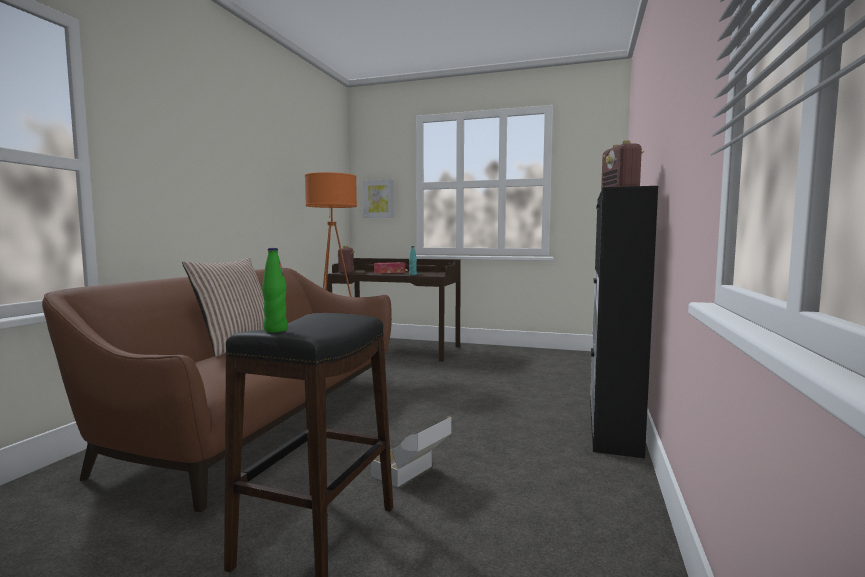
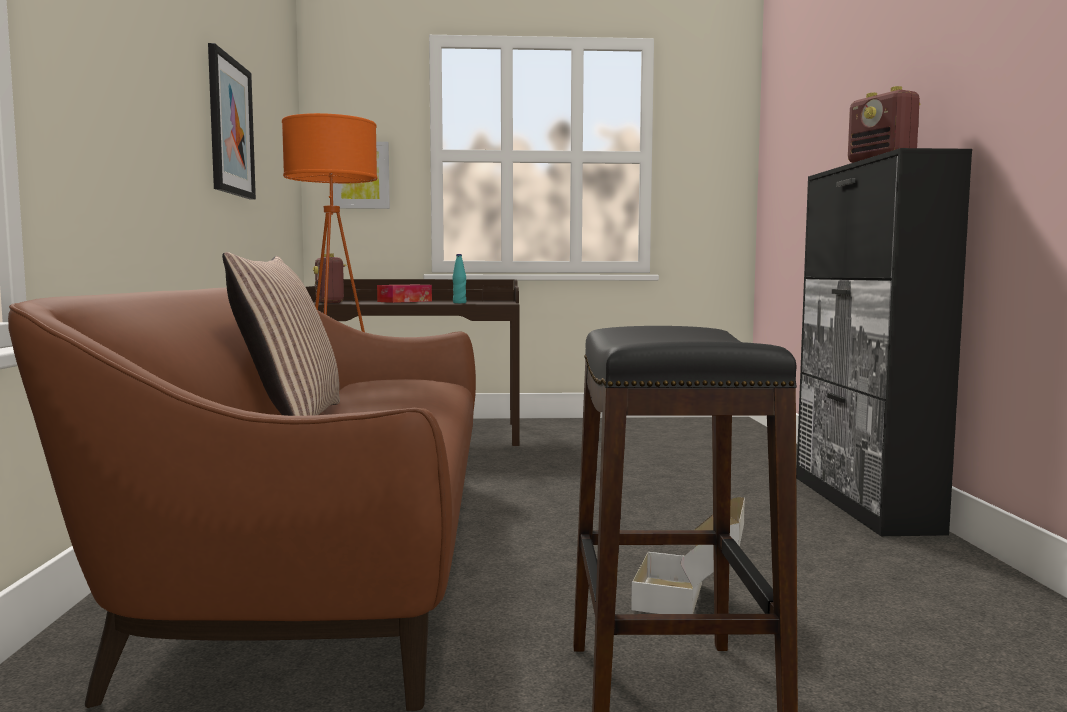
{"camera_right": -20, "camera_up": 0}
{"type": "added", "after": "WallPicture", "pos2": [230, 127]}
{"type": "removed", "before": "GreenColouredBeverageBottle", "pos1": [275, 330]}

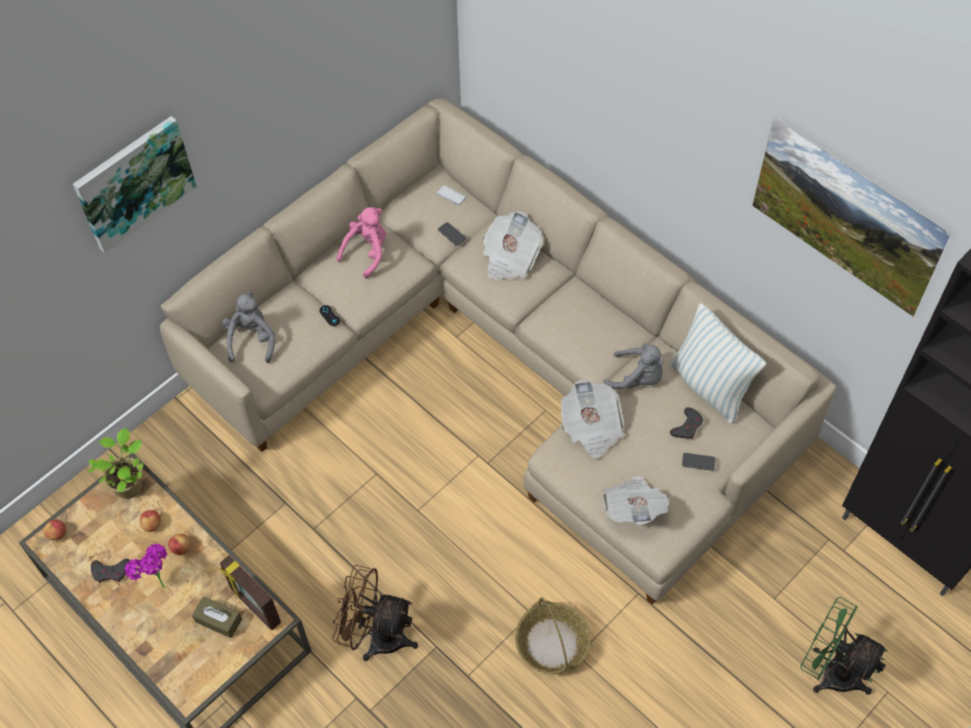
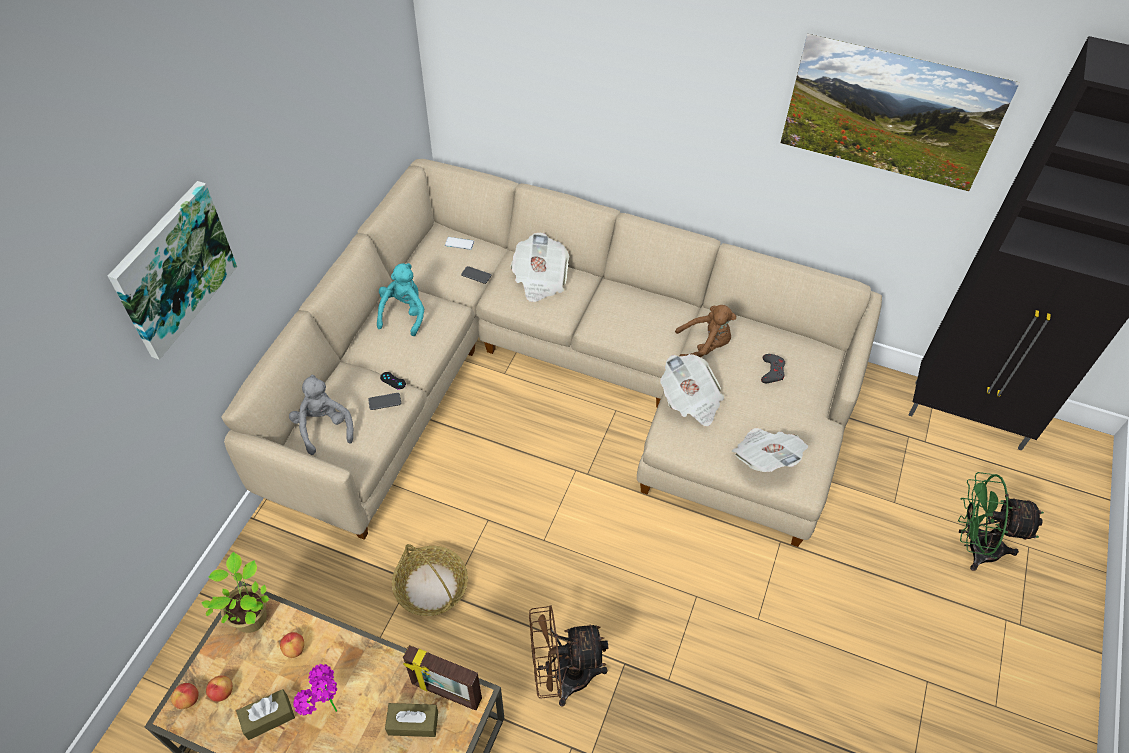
{"camera_right": -25, "camera_up": -5}
{"type": "moved", "before": "AppleFruit", "pos1": [181, 548], "pos2": [222, 692]}
{"type": "replaced", "before": "GreyishGamepad", "after": "BrownishTissueHolder", "pos1": [111, 572], "pos2": [268, 717]}
{"type": "moved", "before": "Telephone", "pos1": [698, 462], "pos2": [385, 402]}
{"type": "recoloured", "before": "PinkSoftToy", "after": "TurquoiseColouredSoftToy", "pos1": [367, 252], "pos2": [404, 313]}
{"type": "moved", "before": "StorageBasket", "pos1": [552, 643], "pos2": [432, 586]}
{"type": "recoloured", "before": "GreyishSoftToy", "after": "BrownishSoftToy", "pos1": [637, 378], "pos2": [704, 346]}
{"type": "removed", "before": "ThrowPillow", "pos1": [709, 386]}

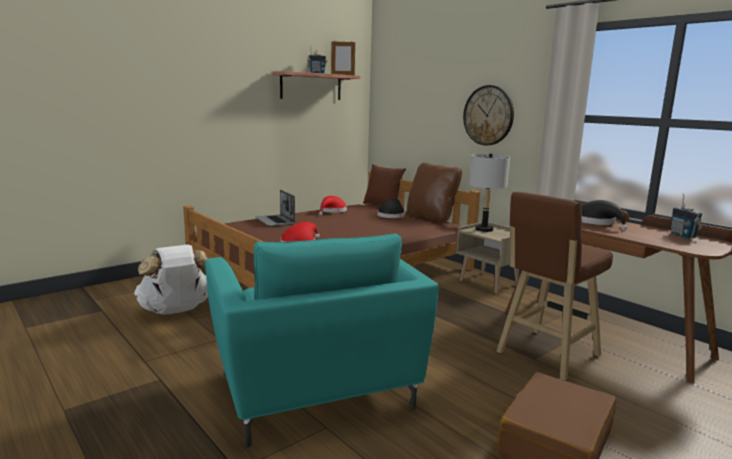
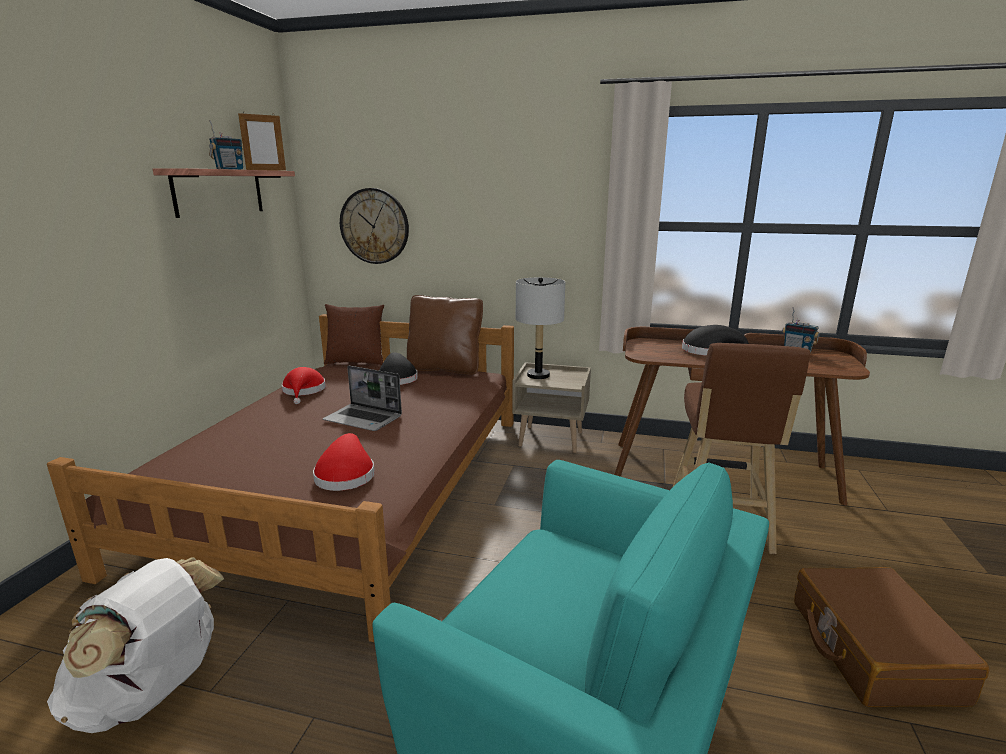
{"camera_right": -35, "camera_up": 5}
{"type": "moved", "before": "PortableComputer", "pos1": [275, 221], "pos2": [364, 419]}
{"type": "moved", "before": "ClockOnTheWall", "pos1": [488, 115], "pos2": [374, 226]}

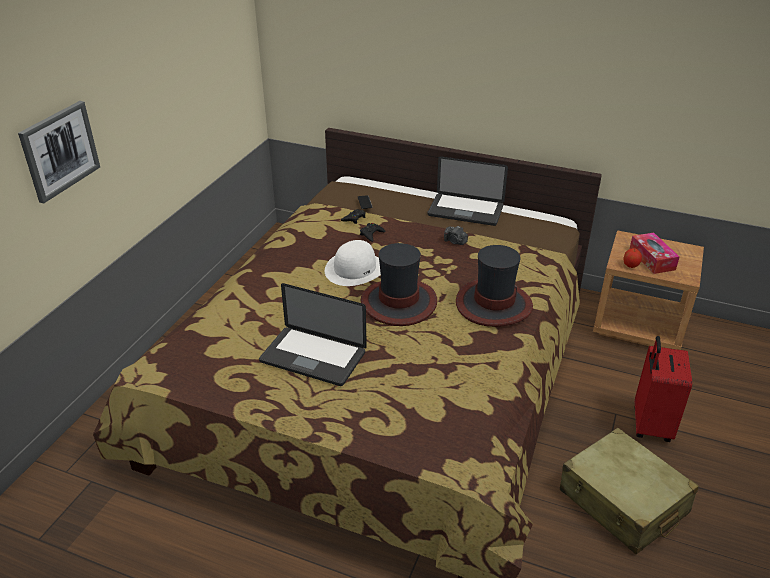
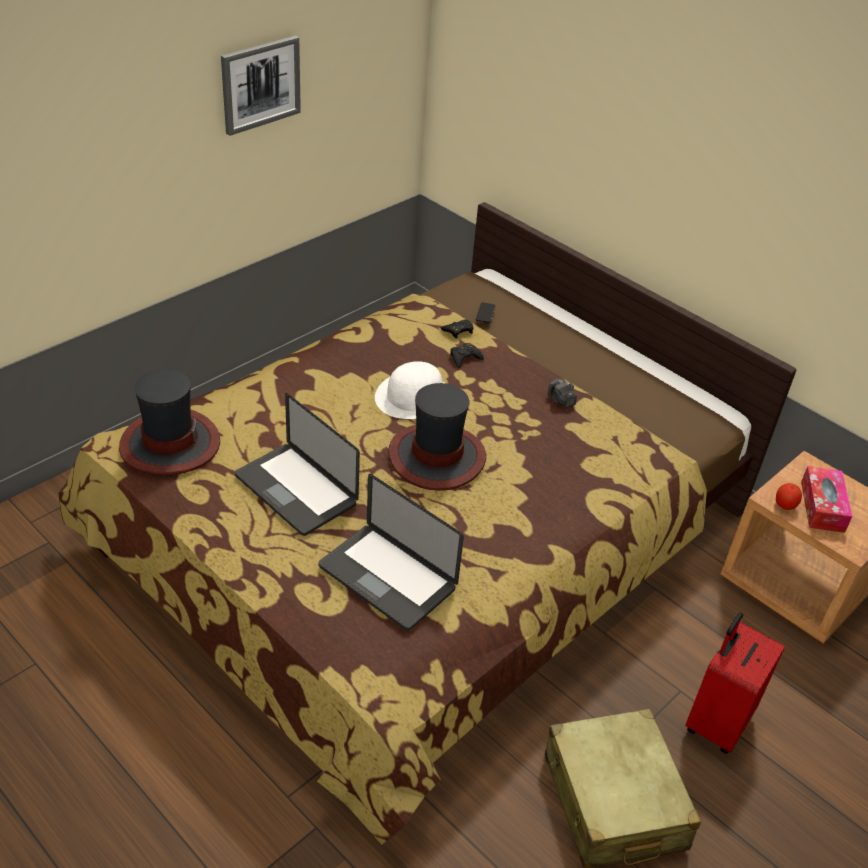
{"camera_right": 20, "camera_up": 5}
{"type": "moved", "before": "ClothingHat", "pos1": [493, 304], "pos2": [169, 444]}
{"type": "moved", "before": "WallPicture", "pos1": [59, 150], "pos2": [260, 84]}
{"type": "moved", "before": "PortableComputer", "pos1": [465, 211], "pos2": [387, 578]}

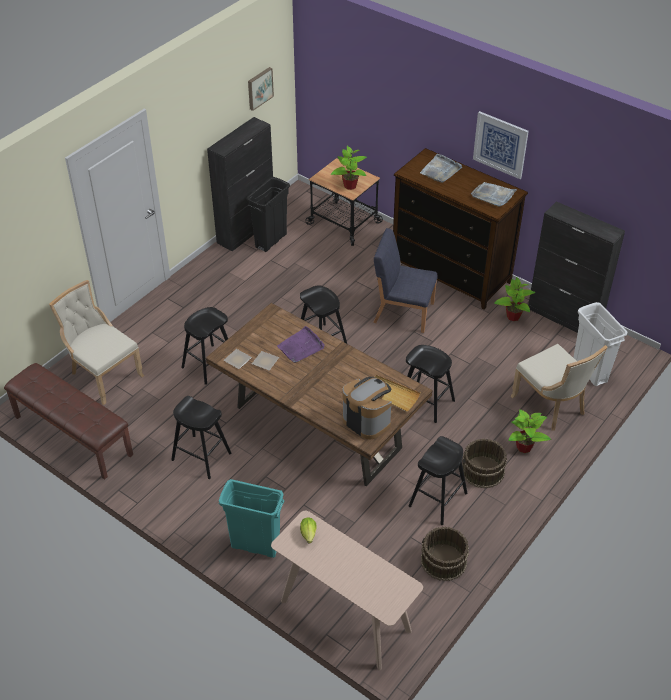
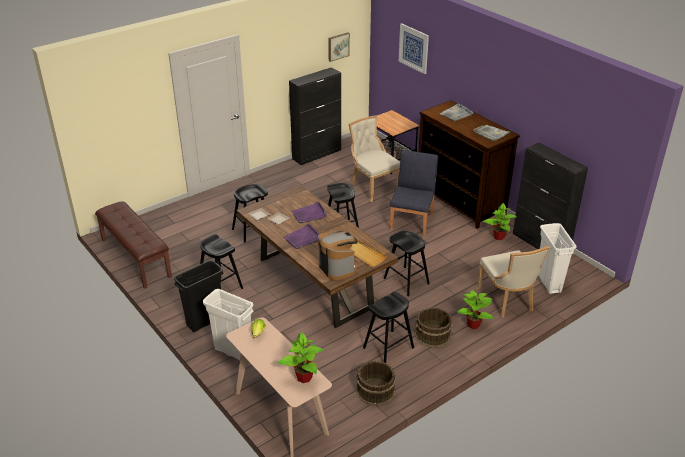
{"camera_right": 15, "camera_up": -10}
{"type": "moved", "before": "BlackColouredWasteBin", "pos1": [271, 240], "pos2": [205, 321]}
{"type": "recoloured", "before": "TurquoiseColouredWasteBin", "after": "WhiteWasteBin", "pos1": [255, 545], "pos2": [233, 351]}
{"type": "moved", "before": "PlantInAPot", "pos1": [350, 185], "pos2": [304, 377]}
{"type": "added", "after": "PurpleServingTray", "pos2": [303, 238]}
{"type": "moved", "before": "BeigeColouredChair", "pos1": [103, 375], "pos2": [373, 186]}
{"type": "turned", "before": "BlueChair", "pos1": [403, 312], "pos2": [412, 221], "turn": 75}
{"type": "moved", "before": "WallPicture", "pos1": [500, 144], "pos2": [413, 48]}

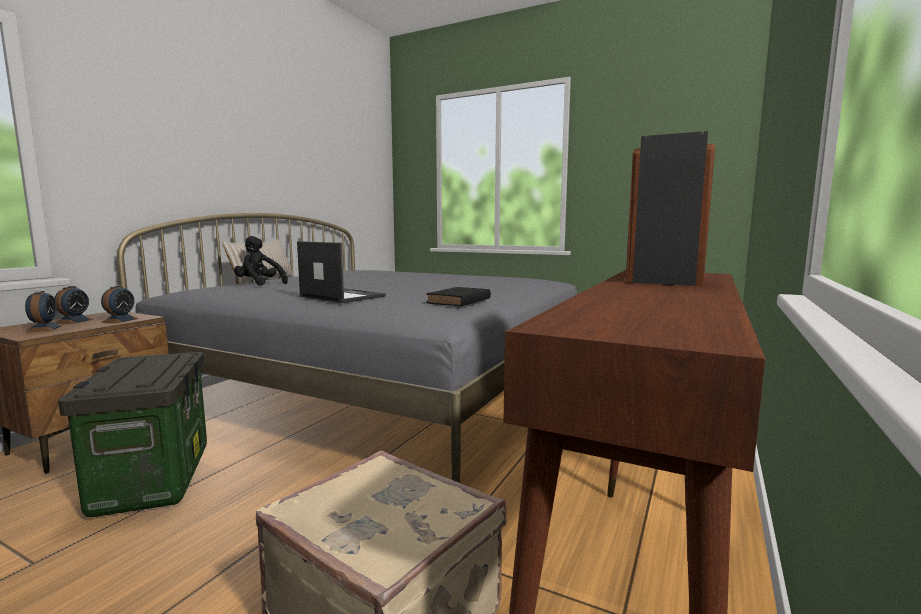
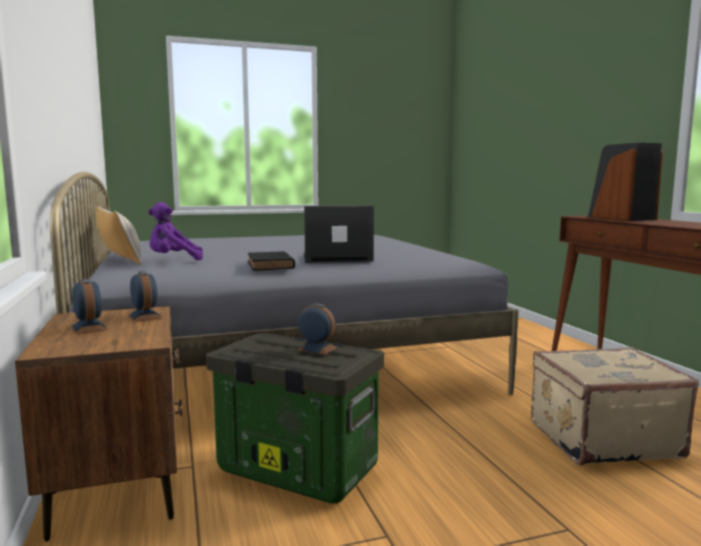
{"camera_right": -45, "camera_up": 0}
{"type": "recoloured", "before": "BlackColouredSoftToy", "after": "PurpleSoftToy", "pos1": [259, 284], "pos2": [174, 260]}
{"type": "moved", "before": "BlackColouredBook", "pos1": [458, 301], "pos2": [270, 265]}
{"type": "moved", "before": "TableClock", "pos1": [44, 329], "pos2": [317, 349]}

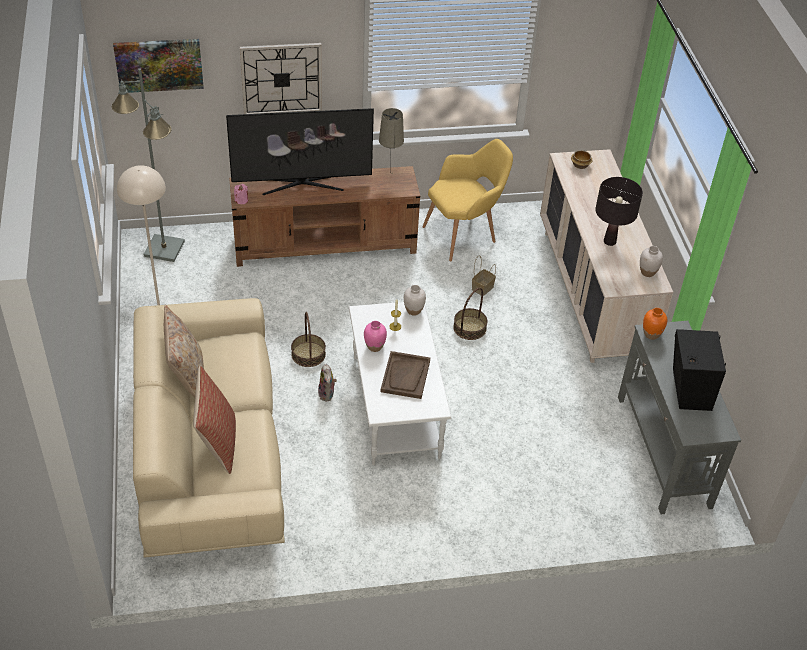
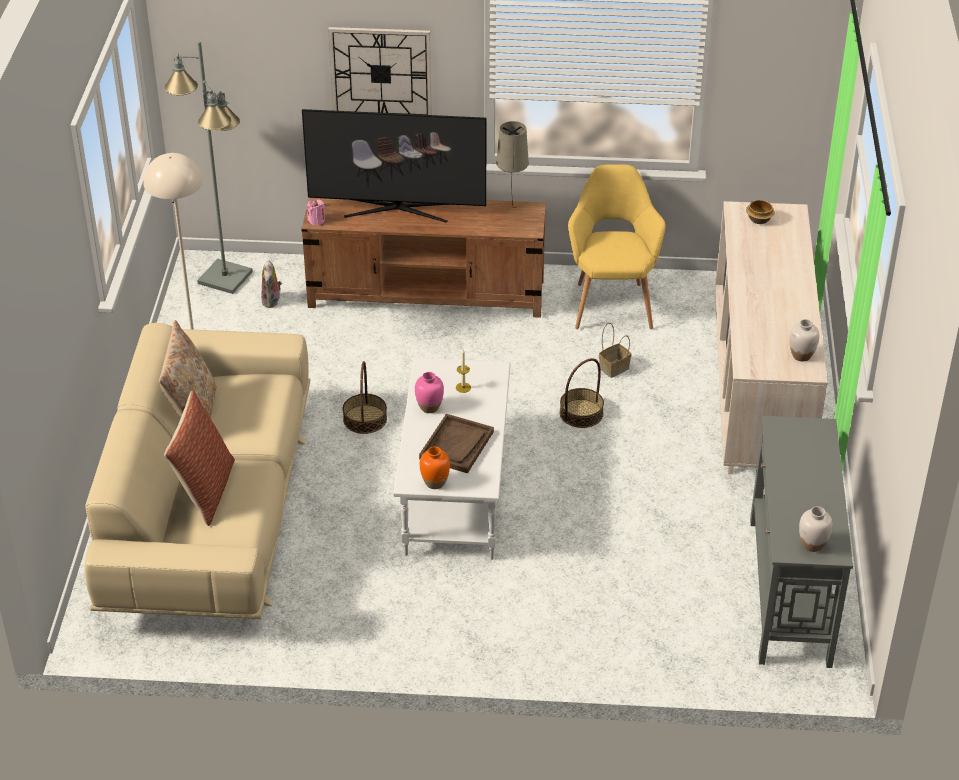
{"camera_right": 15, "camera_up": -5}
{"type": "moved", "before": "SoftToy", "pos1": [327, 394], "pos2": [272, 301]}
{"type": "moved", "before": "OrangeColouredFlowerVase", "pos1": [651, 334], "pos2": [435, 482]}
{"type": "turned", "before": "YellowishLoungeChair", "pos1": [464, 235], "pos2": [611, 302], "turn": -75}
{"type": "moved", "before": "WhiteFlowerVase", "pos1": [413, 310], "pos2": [812, 545]}
{"type": "removed", "before": "WallPicture", "pos1": [159, 64]}
{"type": "removed", "before": "BlackColouredTableLamp", "pos1": [609, 241]}
{"type": "removed", "before": "BlackColouredAudioSpeaker", "pos1": [689, 390]}

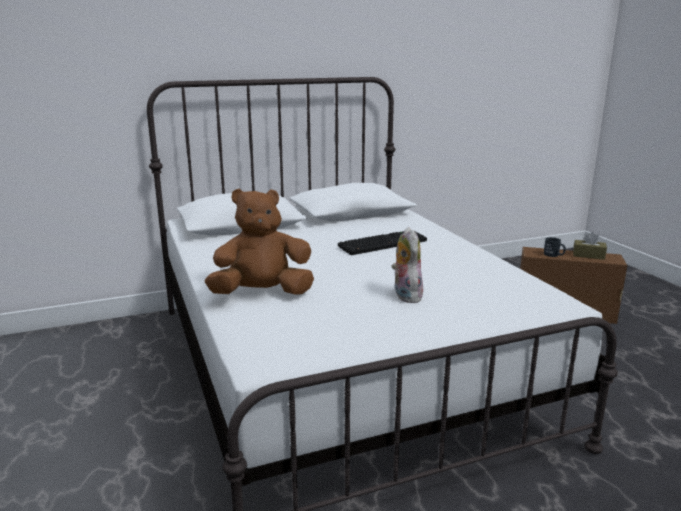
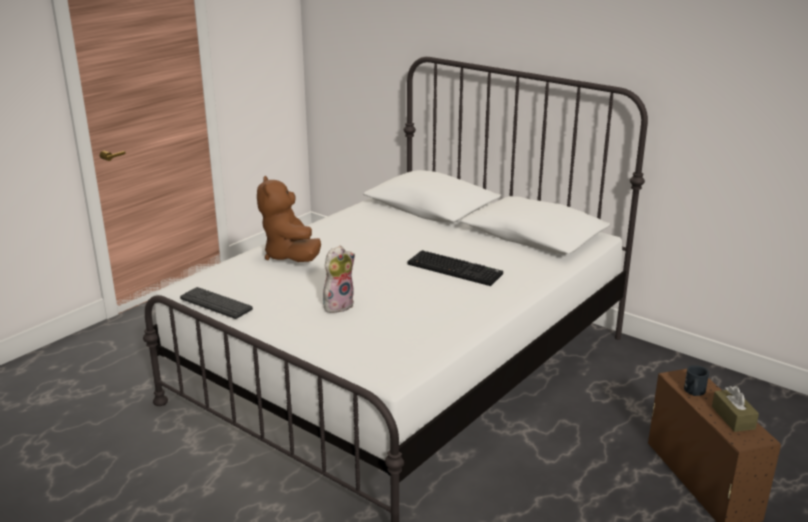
{"camera_right": 60, "camera_up": 5}
{"type": "added", "after": "Keyboard", "pos2": [216, 304]}
{"type": "turned", "before": "BrownishSoftToy", "pos1": [262, 293], "pos2": [291, 256], "turn": -150}

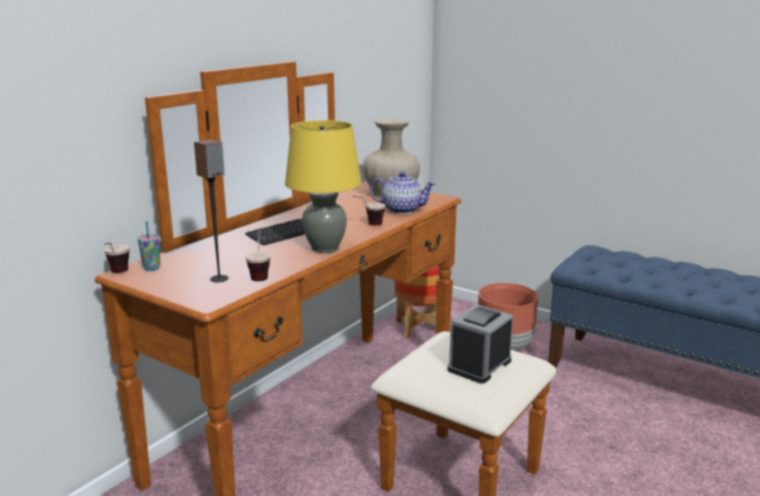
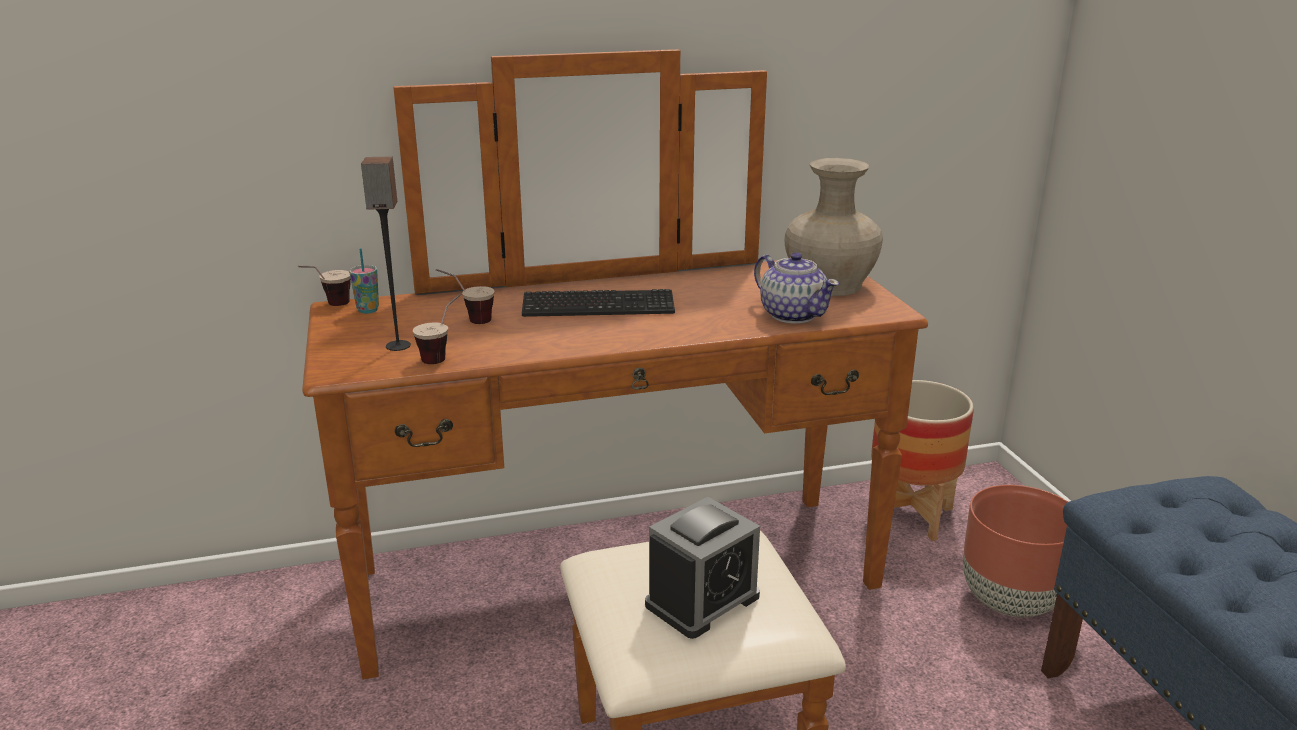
{"camera_right": 40, "camera_up": 5}
{"type": "moved", "before": "DrinkingCup", "pos1": [368, 225], "pos2": [468, 320]}
{"type": "turned", "before": "TableClock", "pos1": [479, 365], "pos2": [702, 600], "turn": 150}
{"type": "removed", "before": "YellowishTableLamp", "pos1": [325, 248]}

